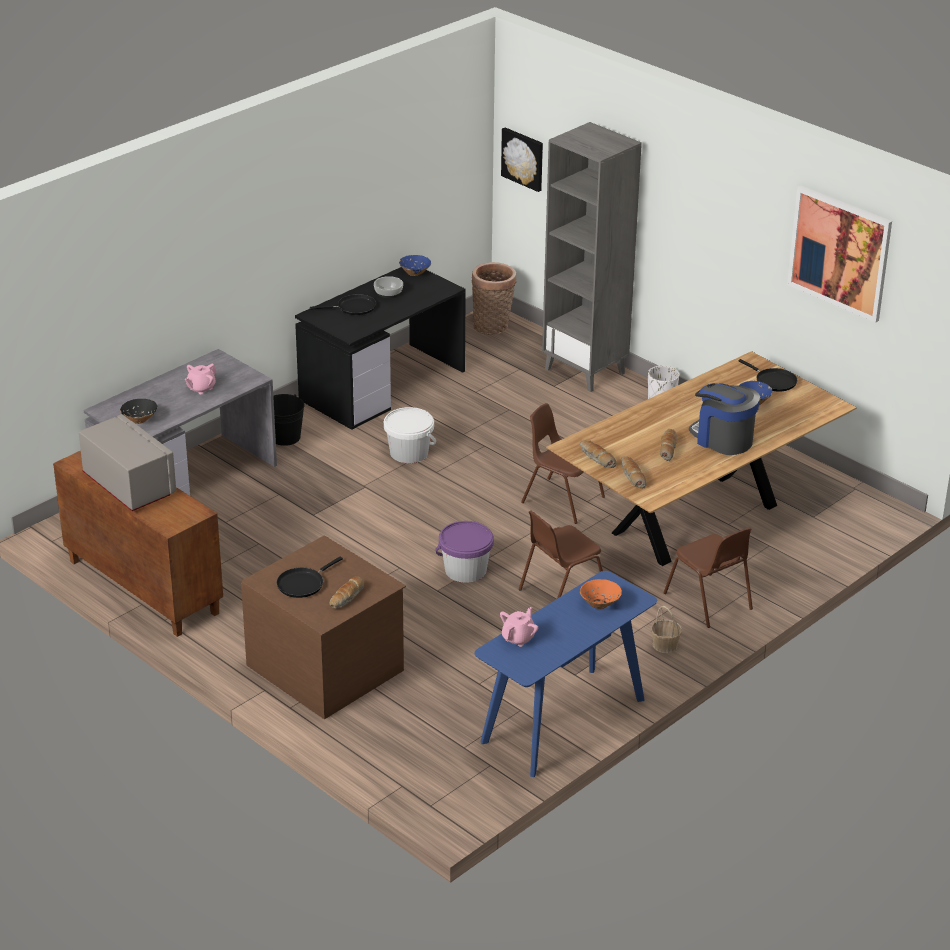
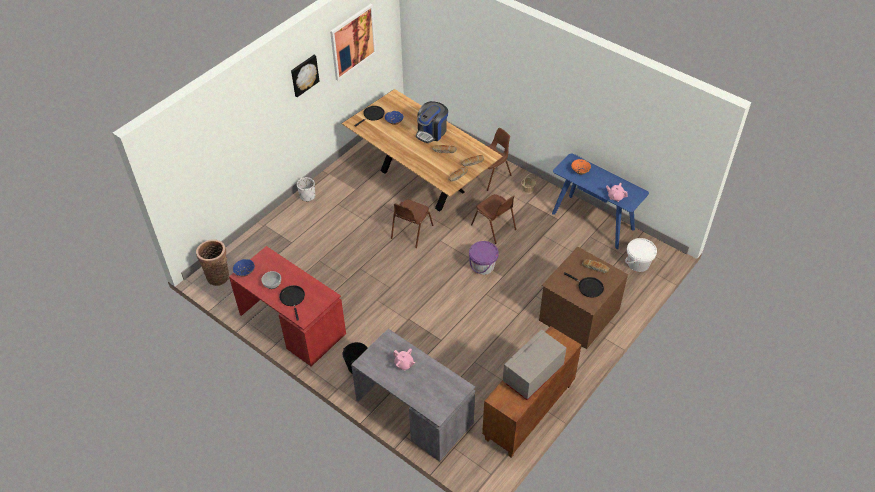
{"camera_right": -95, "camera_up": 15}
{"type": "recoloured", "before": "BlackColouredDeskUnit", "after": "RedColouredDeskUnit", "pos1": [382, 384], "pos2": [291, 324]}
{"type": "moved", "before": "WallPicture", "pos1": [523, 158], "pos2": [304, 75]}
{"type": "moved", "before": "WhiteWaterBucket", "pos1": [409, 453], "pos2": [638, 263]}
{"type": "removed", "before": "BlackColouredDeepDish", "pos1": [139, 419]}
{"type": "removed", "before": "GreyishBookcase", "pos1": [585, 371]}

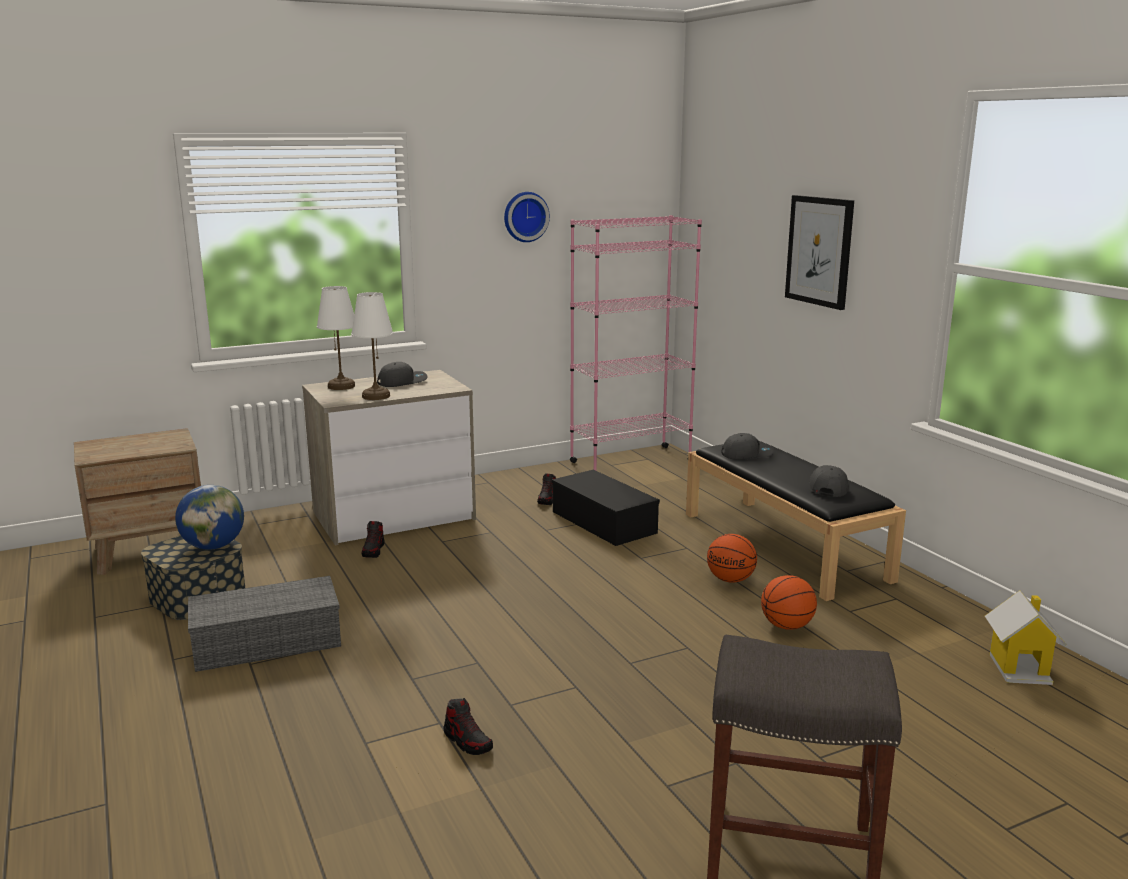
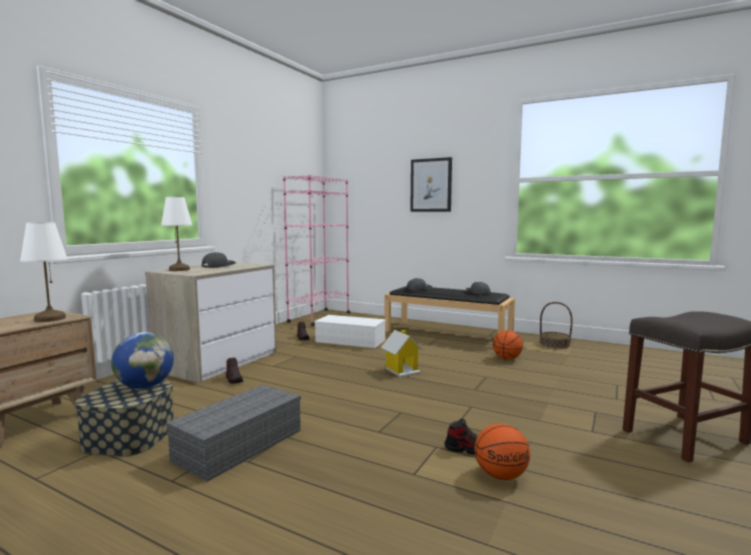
{"camera_right": -35, "camera_up": -10}
{"type": "moved", "before": "WhiteTableLamp", "pos1": [375, 396], "pos2": [49, 319]}
{"type": "recoloured", "before": "BlackColouredStorageBin", "after": "WhiteStorageBin", "pos1": [605, 522], "pos2": [351, 340]}
{"type": "moved", "before": "MiniatureHouse", "pos1": [1019, 667], "pos2": [402, 370]}
{"type": "moved", "before": "BasketballBall", "pos1": [731, 580], "pos2": [501, 475]}
{"type": "added", "after": "StorageBasket", "pos2": [554, 344]}
{"type": "removed", "before": "ClockOnTheWall", "pos1": [525, 216]}

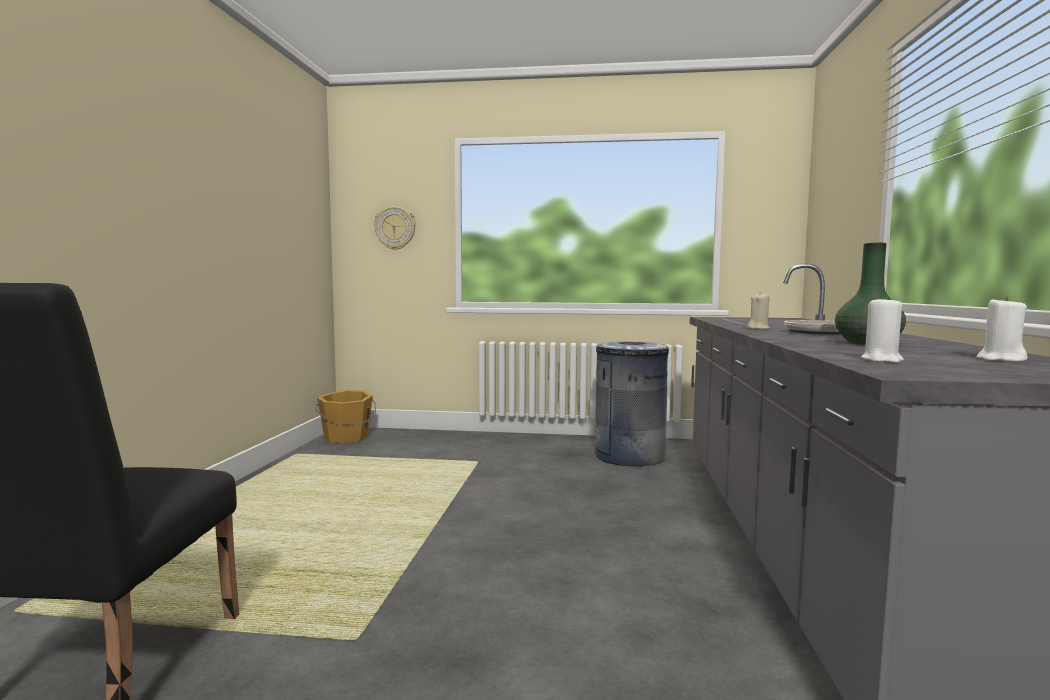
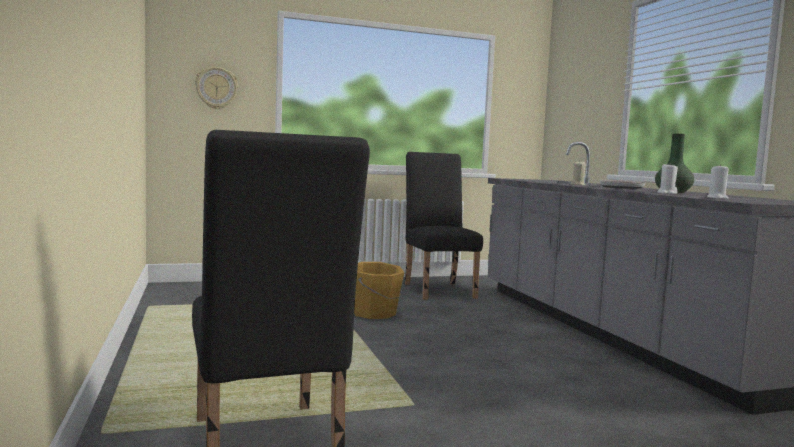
{"camera_right": -25, "camera_up": 0}
{"type": "moved", "before": "OrangeColouredWaterBucket", "pos1": [346, 438], "pos2": [375, 313]}
{"type": "replaced", "before": "GreyishWasteBin", "after": "BlackColouredChair", "pos1": [629, 456], "pos2": [438, 289]}
{"type": "moved", "before": "WhiteCandle", "pos1": [1000, 359], "pos2": [667, 193]}

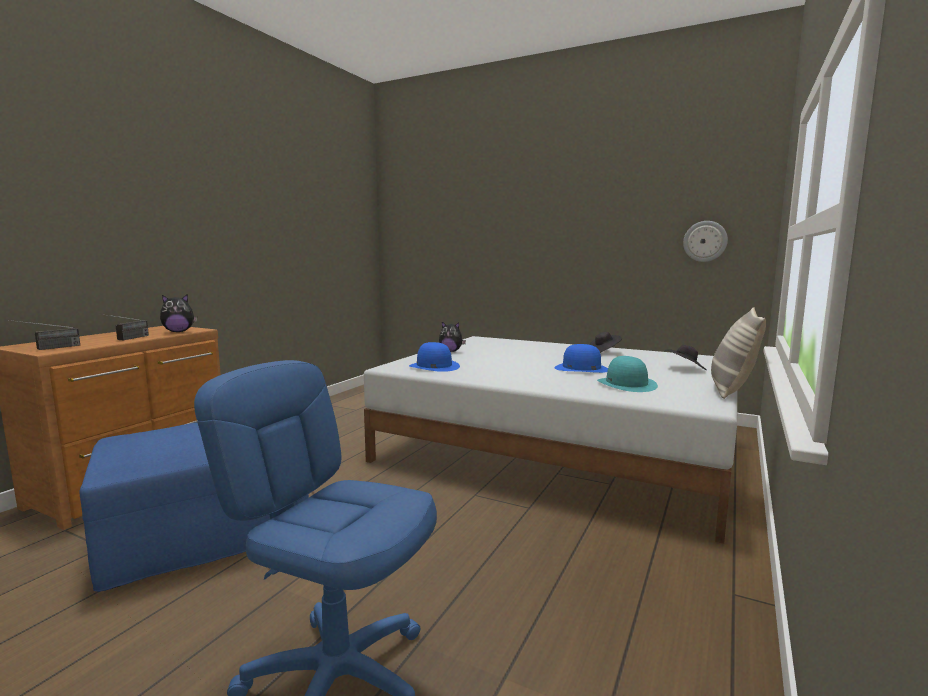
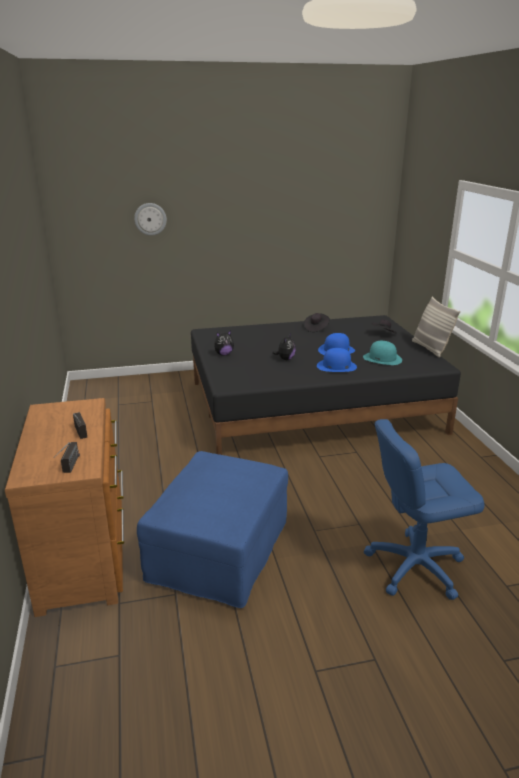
{"camera_right": -40, "camera_up": 15}
{"type": "moved", "before": "ClockOnTheWall", "pos1": [705, 241], "pos2": [150, 219]}
{"type": "recoloured", "before": "WhiteSleepingBed", "after": "BlackColouredSleepingBed", "pos1": [558, 449], "pos2": [312, 406]}
{"type": "moved", "before": "SoftToy", "pos1": [179, 332], "pos2": [285, 359]}
{"type": "moved", "before": "BlueClothingHat", "pos1": [434, 366], "pos2": [336, 366]}

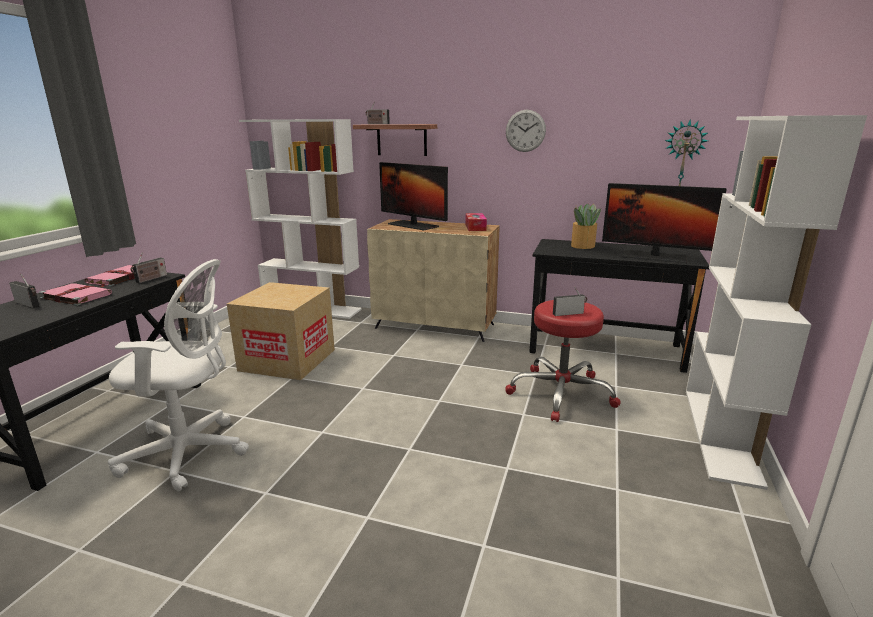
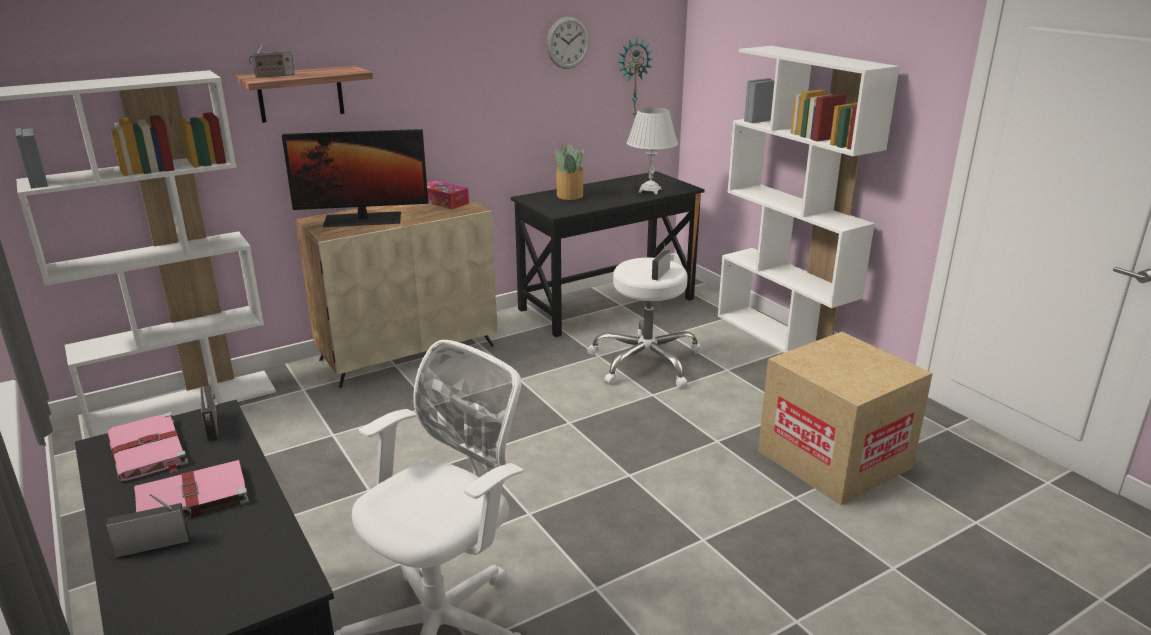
{"camera_right": -50, "camera_up": 5}
{"type": "moved", "before": "ClockOnTheWall", "pos1": [525, 131], "pos2": [568, 43]}
{"type": "recoloured", "before": "RedColouredSittingStool", "after": "WhiteSittingStool", "pos1": [560, 393], "pos2": [645, 362]}
{"type": "replaced", "before": "ComputerDisplay", "after": "WhiteTableLamp", "pos1": [654, 257], "pos2": [650, 191]}
{"type": "moved", "before": "CardboardBox", "pos1": [287, 360], "pos2": [834, 459]}

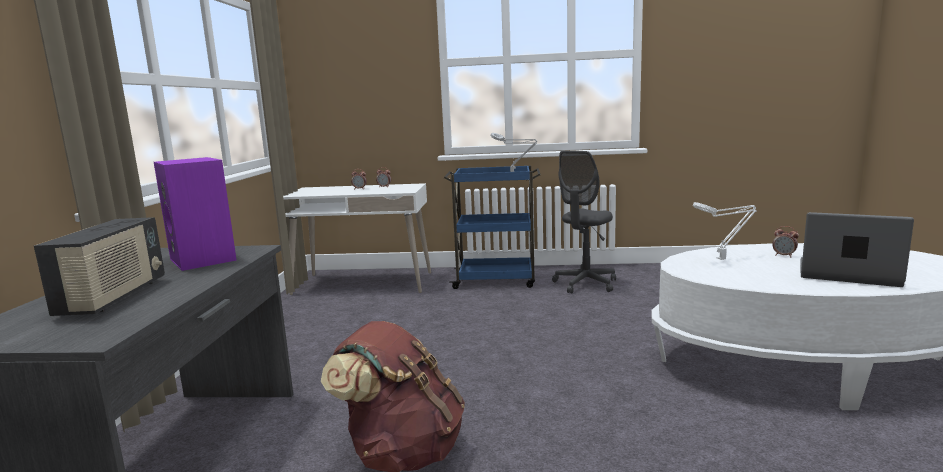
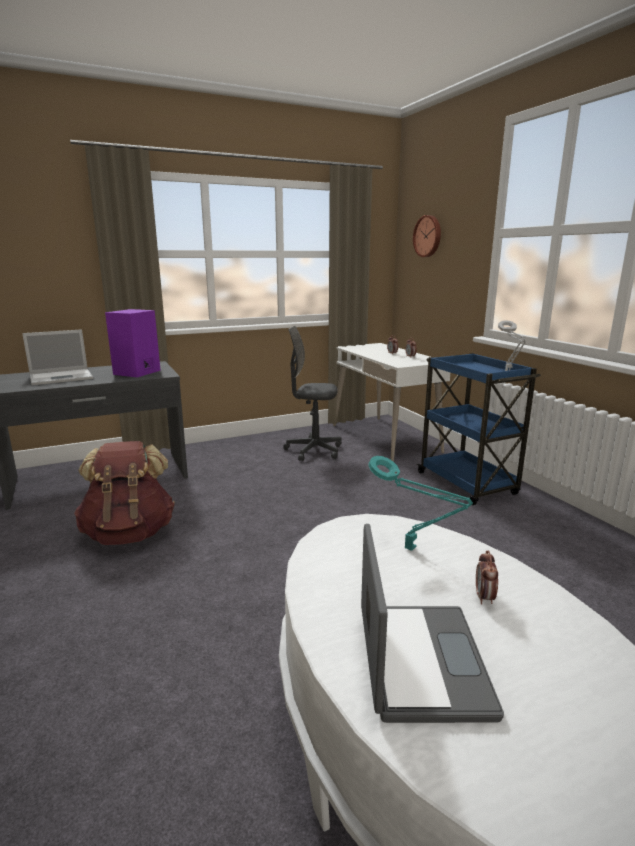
{"camera_right": 60, "camera_up": 5}
{"type": "replaced", "before": "Radio", "after": "PortableComputer", "pos1": [115, 297], "pos2": [62, 377]}
{"type": "moved", "before": "GreyishDeskChair", "pos1": [585, 284], "pos2": [313, 451]}
{"type": "recoloured", "before": "WhiteTableLamp", "after": "TurquoiseColouredTableLamp", "pos1": [723, 259], "pos2": [413, 549]}
{"type": "added", "after": "ClockOnTheWall", "pos2": [428, 236]}

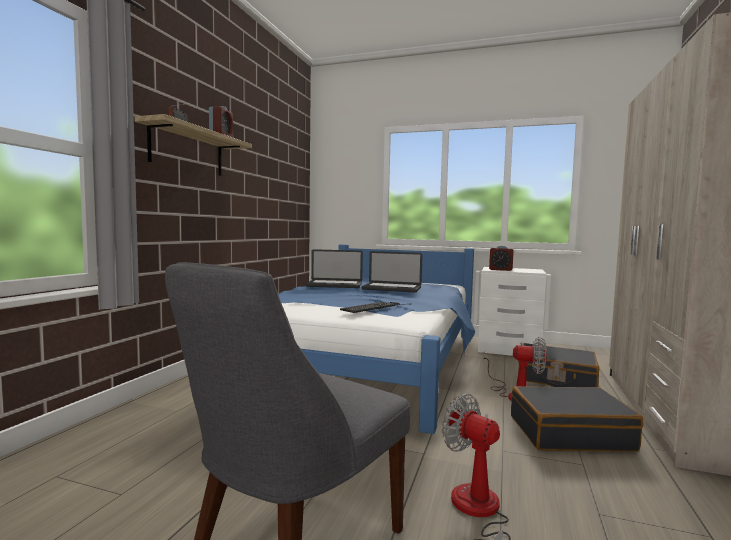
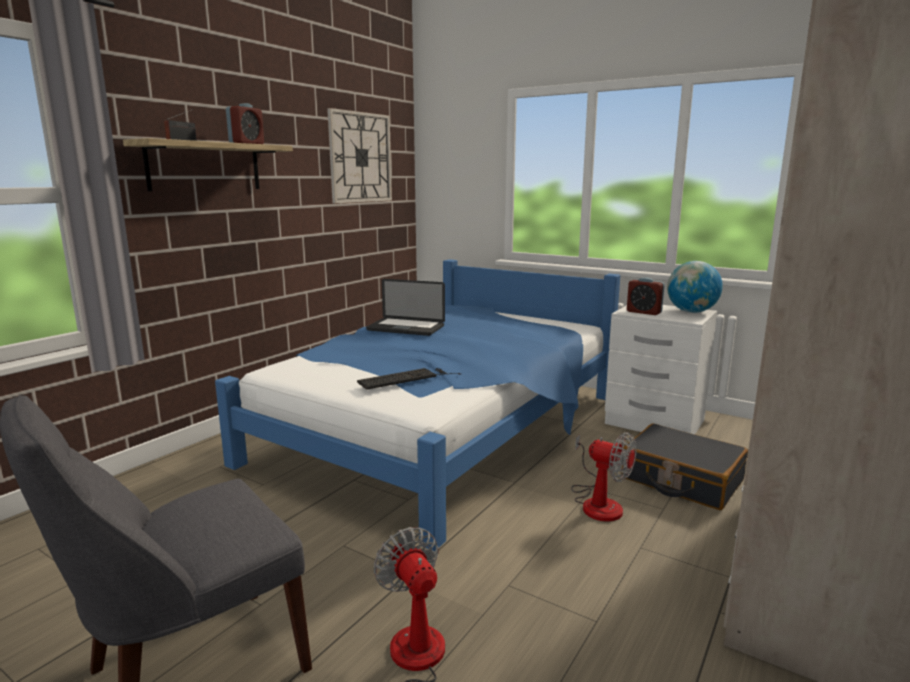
{"camera_right": 15, "camera_up": 10}
{"type": "added", "after": "ClockOnTheWall", "pos2": [360, 157]}
{"type": "added", "after": "Globe", "pos2": [691, 312]}
{"type": "removed", "before": "PortableComputer", "pos1": [391, 289]}
{"type": "removed", "before": "BlackColouredTravelCase", "pos1": [569, 433]}

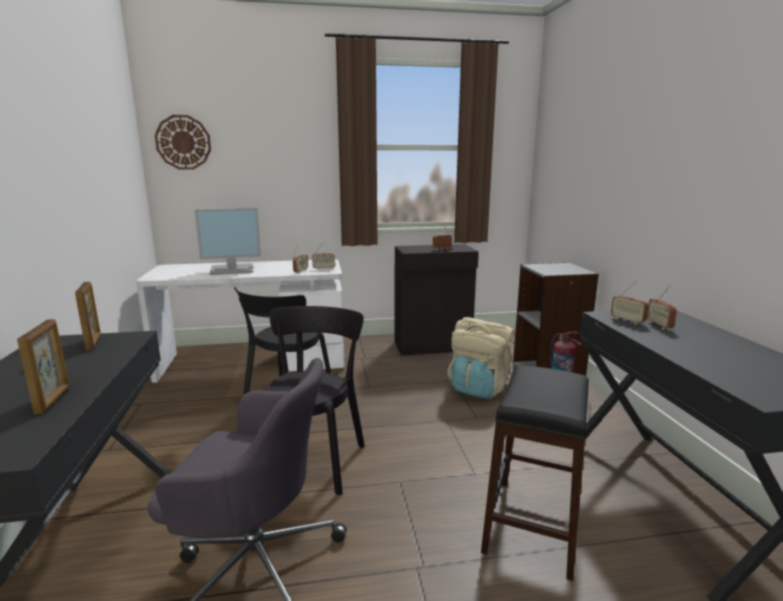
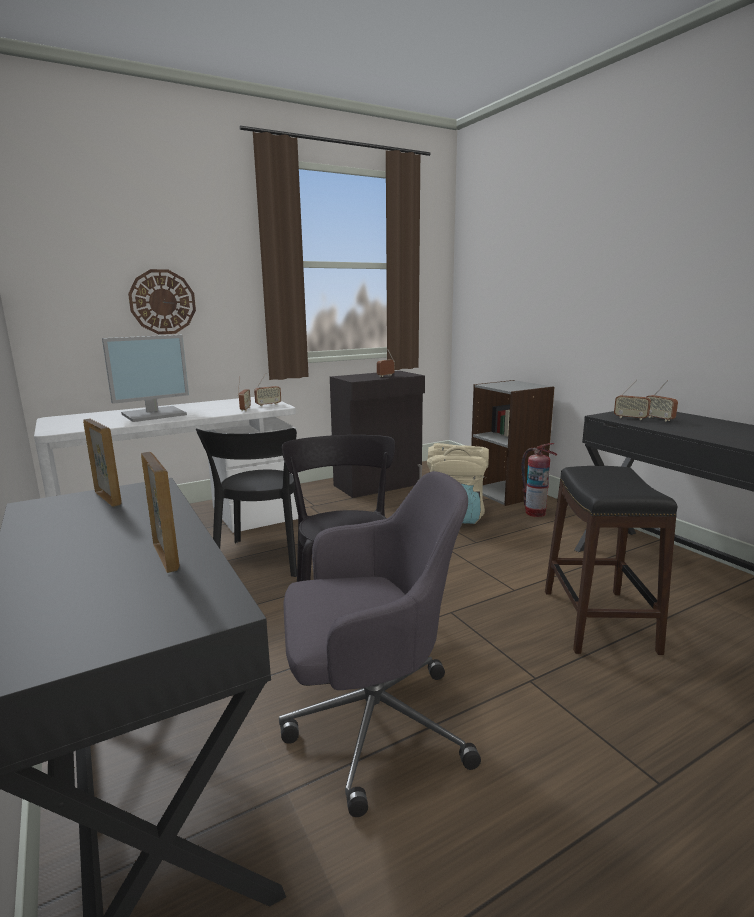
{"camera_right": -20, "camera_up": 0}
{"type": "moved", "before": "ClockOnTheWall", "pos1": [183, 142], "pos2": [162, 302]}

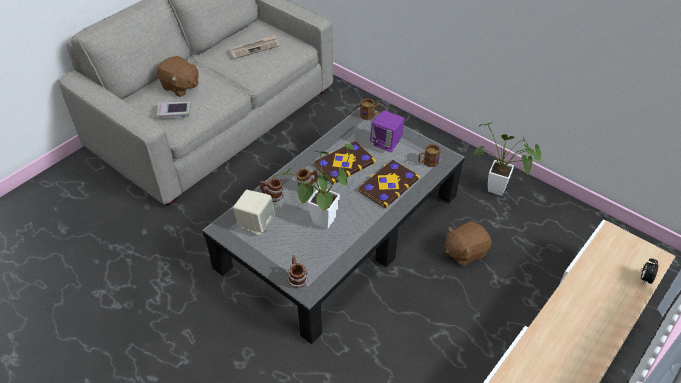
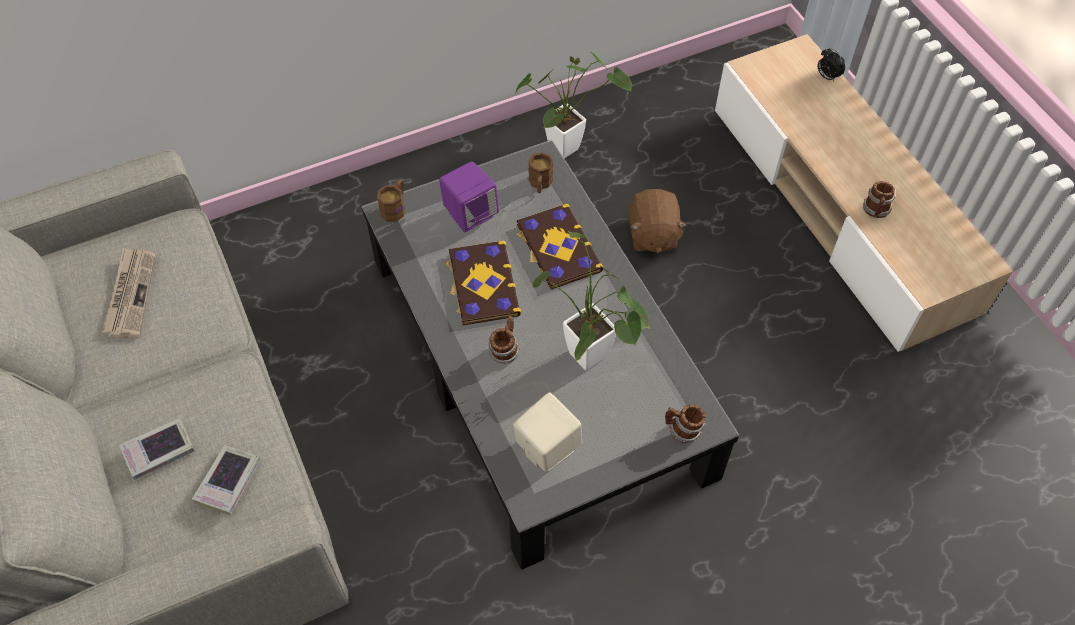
{"camera_right": -65, "camera_up": 10}
{"type": "replaced", "before": "BrownishSoftToy", "after": "Book", "pos1": [180, 87], "pos2": [159, 451]}
{"type": "moved", "before": "CoffeeMug", "pos1": [273, 197], "pos2": [875, 211]}

